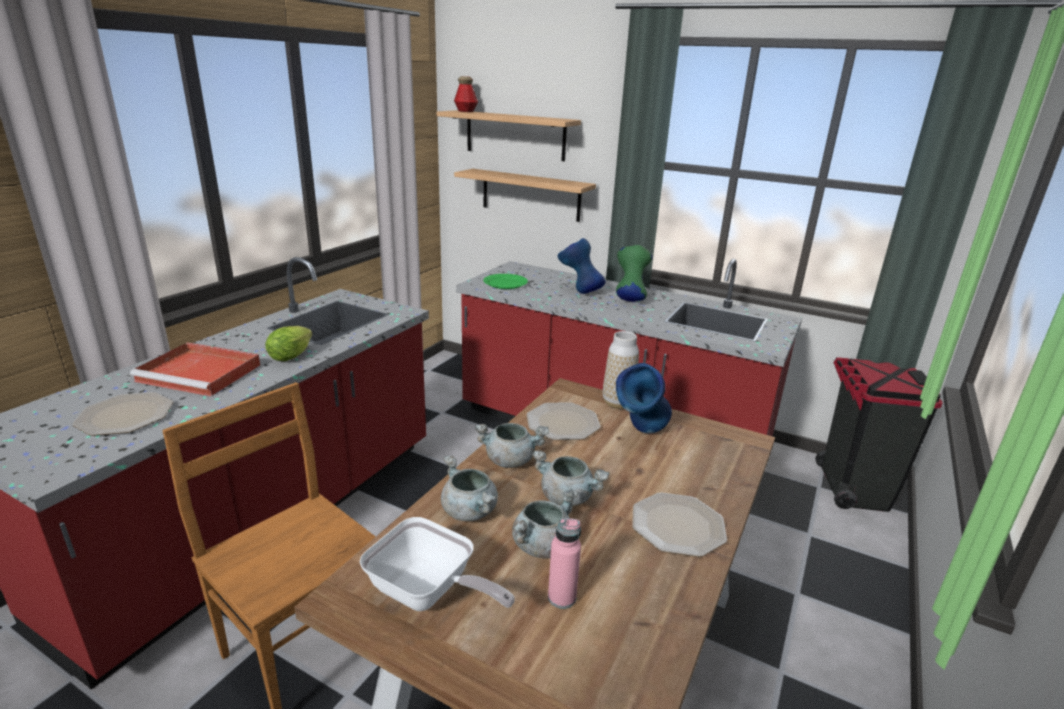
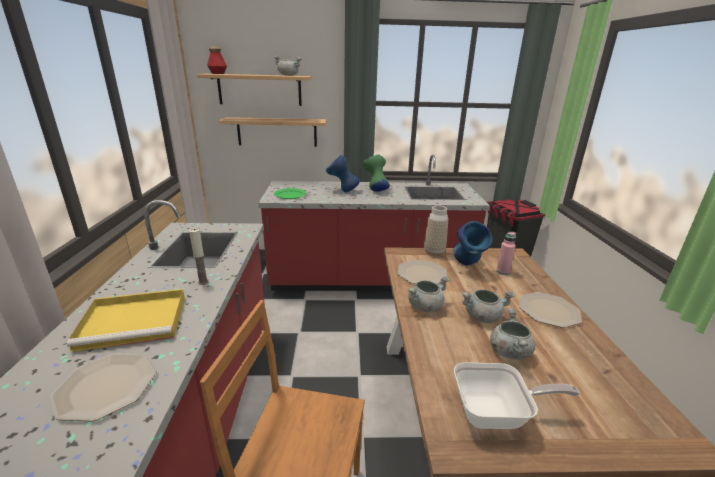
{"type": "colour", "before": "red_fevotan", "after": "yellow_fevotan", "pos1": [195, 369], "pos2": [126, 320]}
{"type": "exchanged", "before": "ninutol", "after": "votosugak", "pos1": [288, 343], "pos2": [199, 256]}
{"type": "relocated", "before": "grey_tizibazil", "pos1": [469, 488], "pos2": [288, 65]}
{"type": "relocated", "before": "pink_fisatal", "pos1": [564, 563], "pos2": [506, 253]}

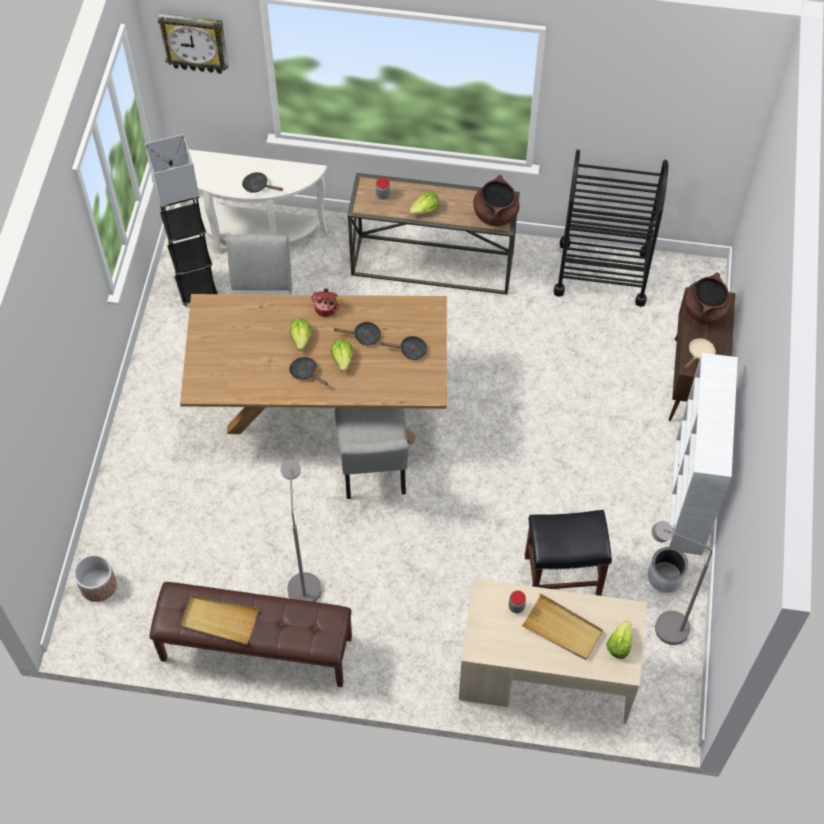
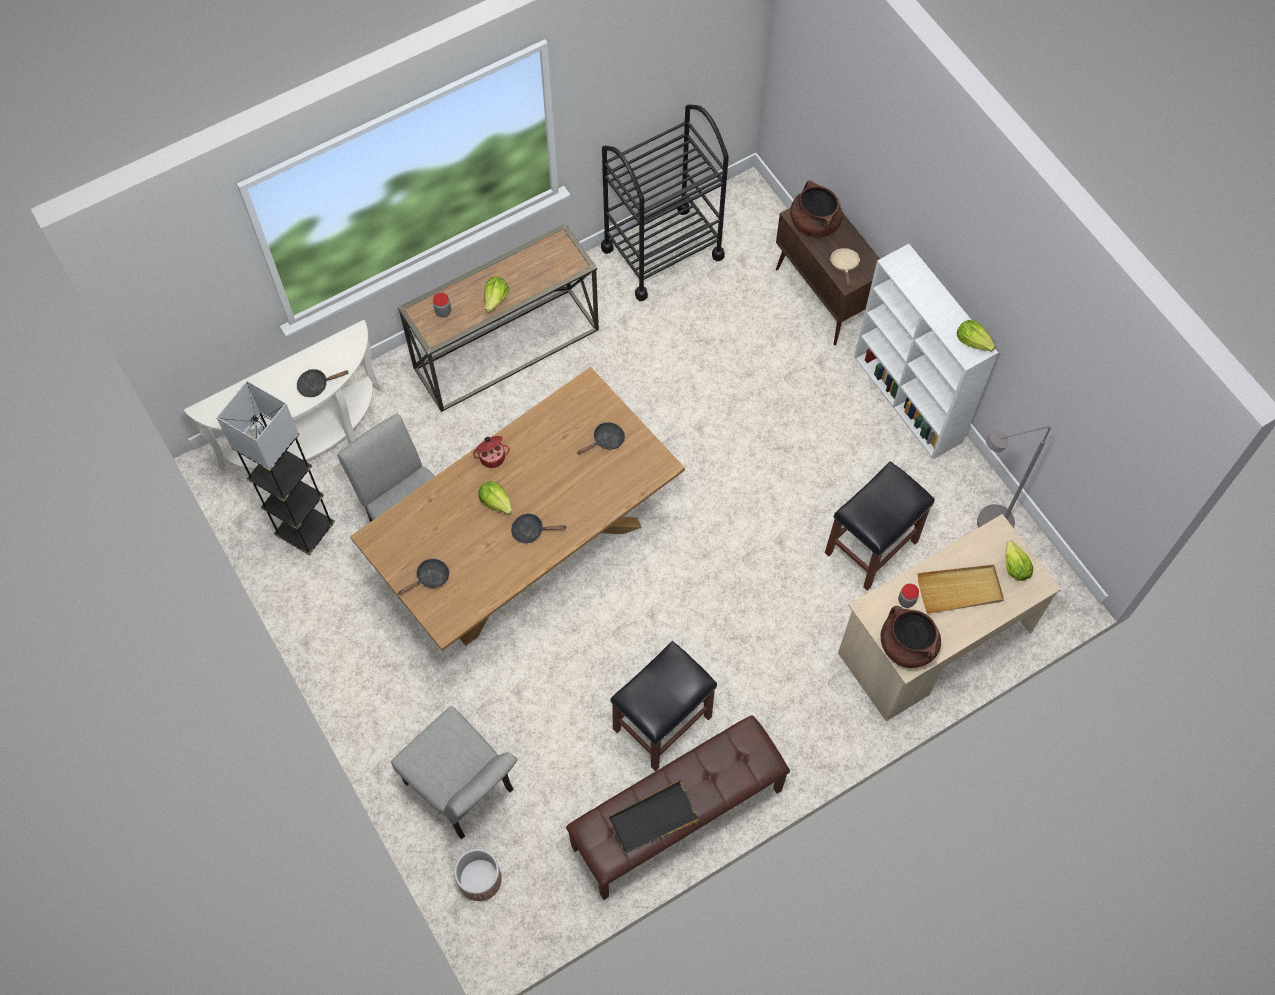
{"type": "missing", "before": "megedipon", "pos1": [193, 43]}
{"type": "colour", "before": "beige_fevotan", "after": "black_fevotan", "pos1": [219, 619], "pos2": [654, 817]}
{"type": "exchanged", "before": "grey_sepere", "after": "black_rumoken", "pos1": [301, 530], "pos2": [663, 706]}
{"type": "relocated", "before": "ninutol", "pos1": [342, 355], "pos2": [976, 336]}
{"type": "relocated", "before": "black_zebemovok", "pos1": [357, 334], "pos2": [424, 577]}
{"type": "relocated", "before": "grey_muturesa", "pos1": [372, 453], "pos2": [454, 772]}
{"type": "relocated", "before": "brown_tizibazil", "pos1": [496, 200], "pos2": [911, 637]}
{"type": "missing", "before": "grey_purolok", "pos1": [668, 570]}

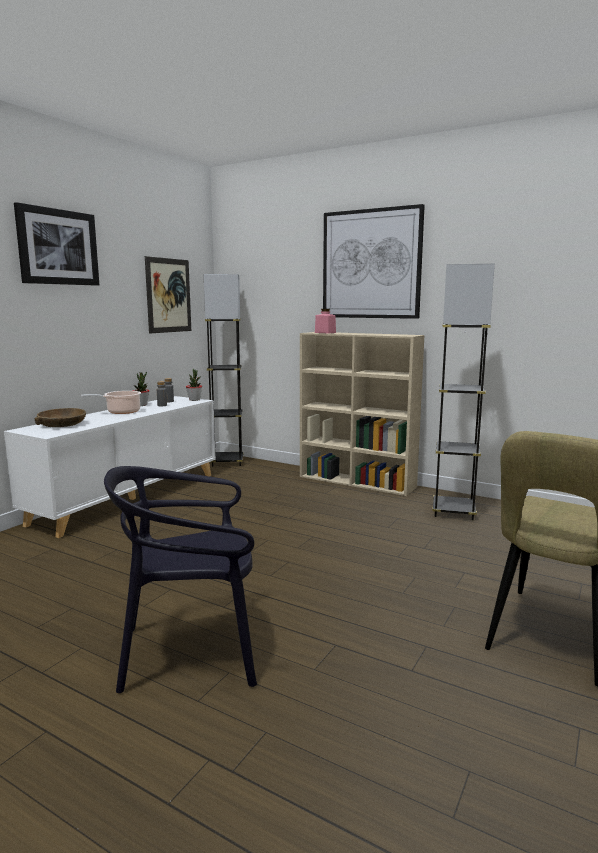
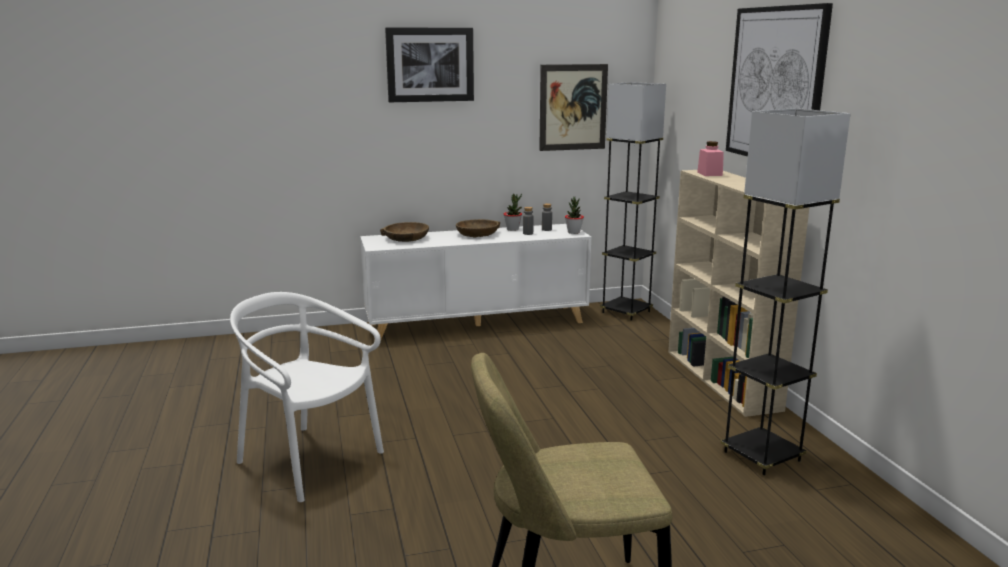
{"type": "exchanged", "before": "tizibazil", "after": "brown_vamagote", "pos1": [111, 402], "pos2": [478, 228]}
{"type": "colour", "before": "black_muturesa", "after": "white_muturesa", "pos1": [180, 579], "pos2": [307, 397]}

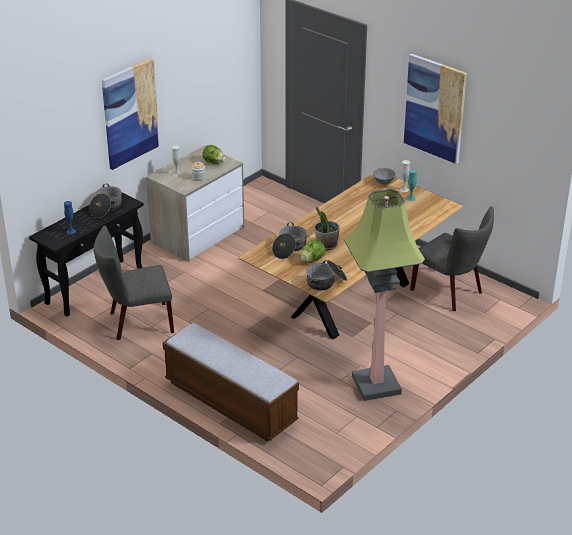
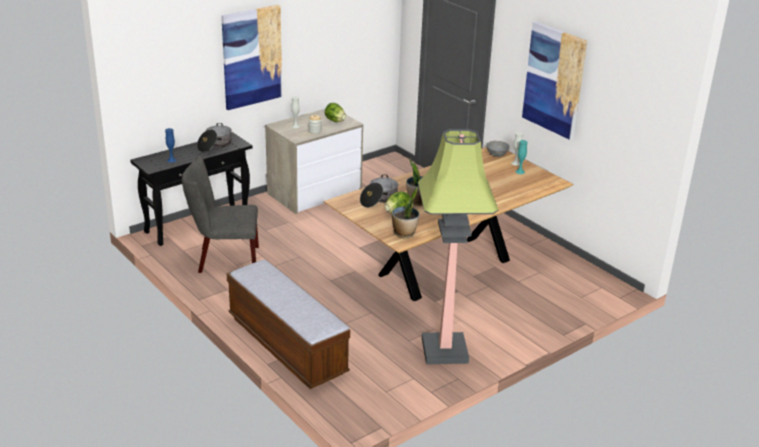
{"type": "exchanged", "before": "tizibazil", "after": "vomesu", "pos1": [326, 275], "pos2": [405, 212]}
{"type": "missing", "before": "grey_muturesa", "pos1": [452, 258]}

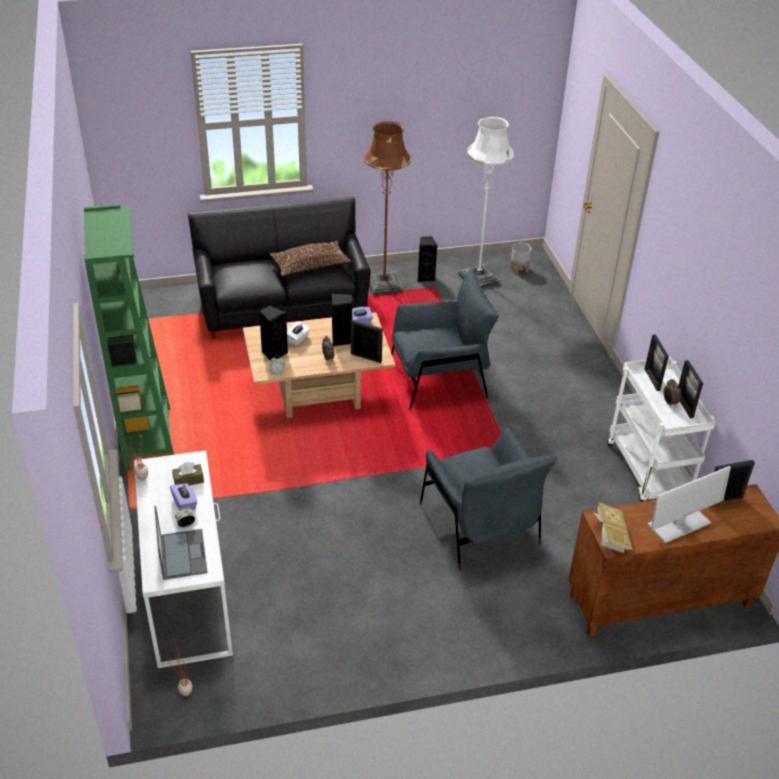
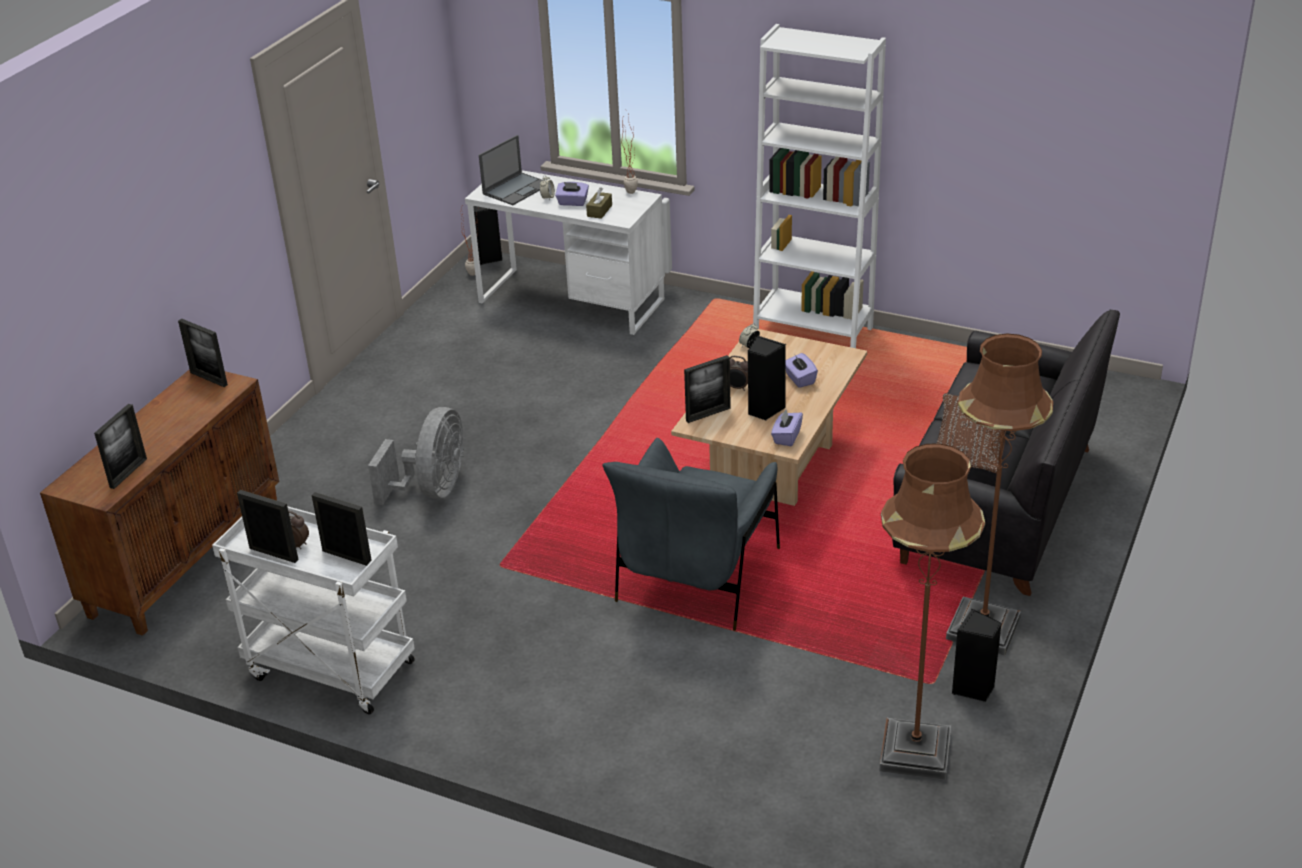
{"type": "colour", "before": "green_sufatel", "after": "white_sufatel", "pos1": [129, 337], "pos2": [819, 186]}
{"type": "spun", "before": "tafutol", "pos1": [181, 543], "pos2": [511, 170], "turn": -75}
{"type": "relocated", "before": "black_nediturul", "pos1": [273, 332], "pos2": [488, 235]}
{"type": "colour", "before": "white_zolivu", "after": "purple_zolivu", "pos1": [298, 333], "pos2": [801, 370]}
{"type": "exchanged", "before": "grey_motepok", "after": "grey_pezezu", "pos1": [488, 499], "pos2": [416, 456]}
{"type": "colour", "before": "white_sepere", "after": "brown_sepere", "pos1": [486, 202], "pos2": [932, 611]}
{"type": "missing", "before": "grey_purolok", "pos1": [521, 259]}
{"type": "exchanged", "before": "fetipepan", "after": "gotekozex", "pos1": [613, 527], "pos2": [203, 353]}
{"type": "missing", "before": "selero", "pos1": [689, 504]}

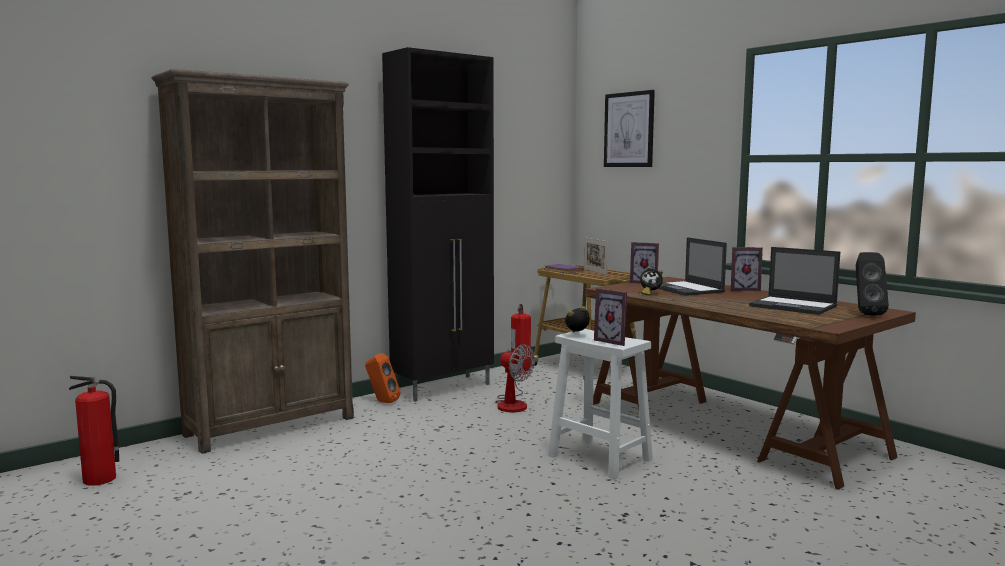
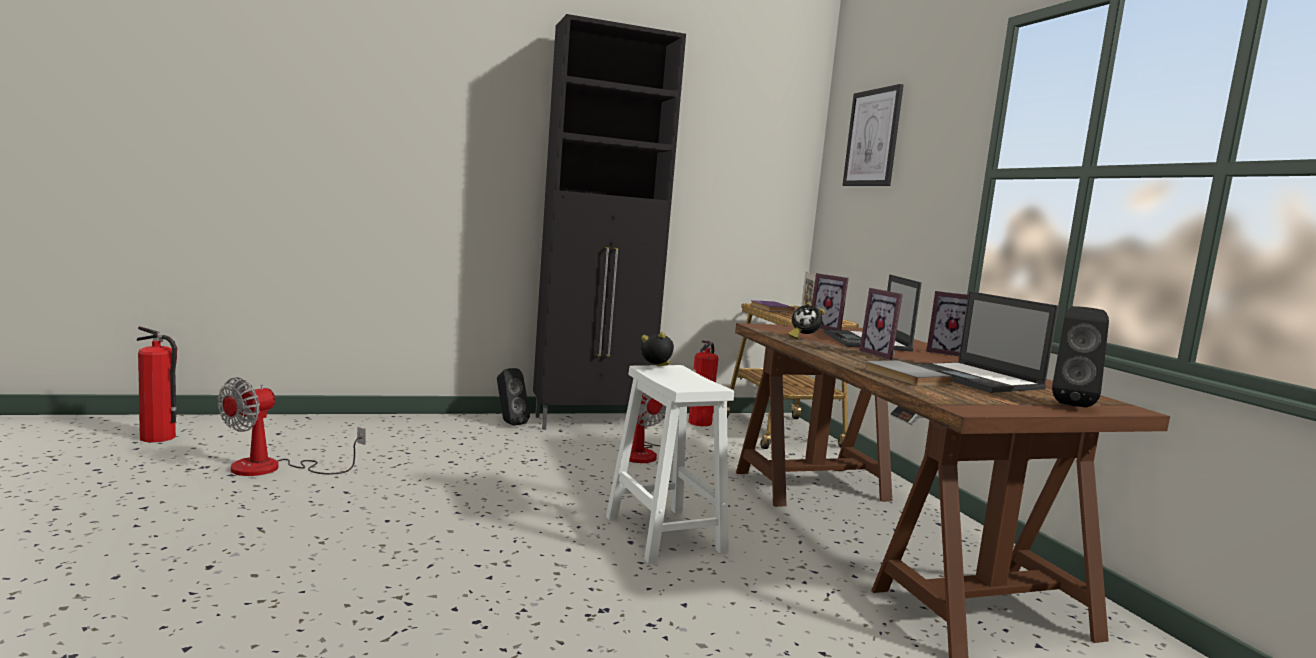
{"type": "missing", "before": "brown_sufatel", "pos1": [252, 261]}
{"type": "colour", "before": "orange_nediturul", "after": "black_nediturul", "pos1": [383, 378], "pos2": [513, 397]}
{"type": "relocated", "before": "gotekozex", "pos1": [610, 317], "pos2": [881, 324]}
{"type": "appeared", "after": "pezezu", "pos2": [292, 426]}
{"type": "appeared", "after": "grey_fetipepan", "pos2": [909, 373]}

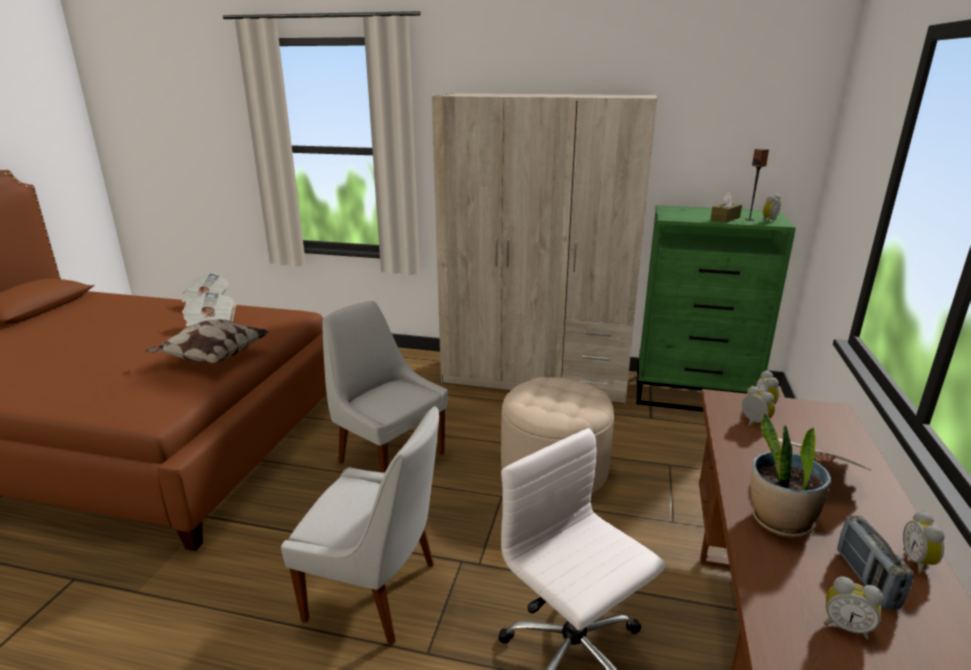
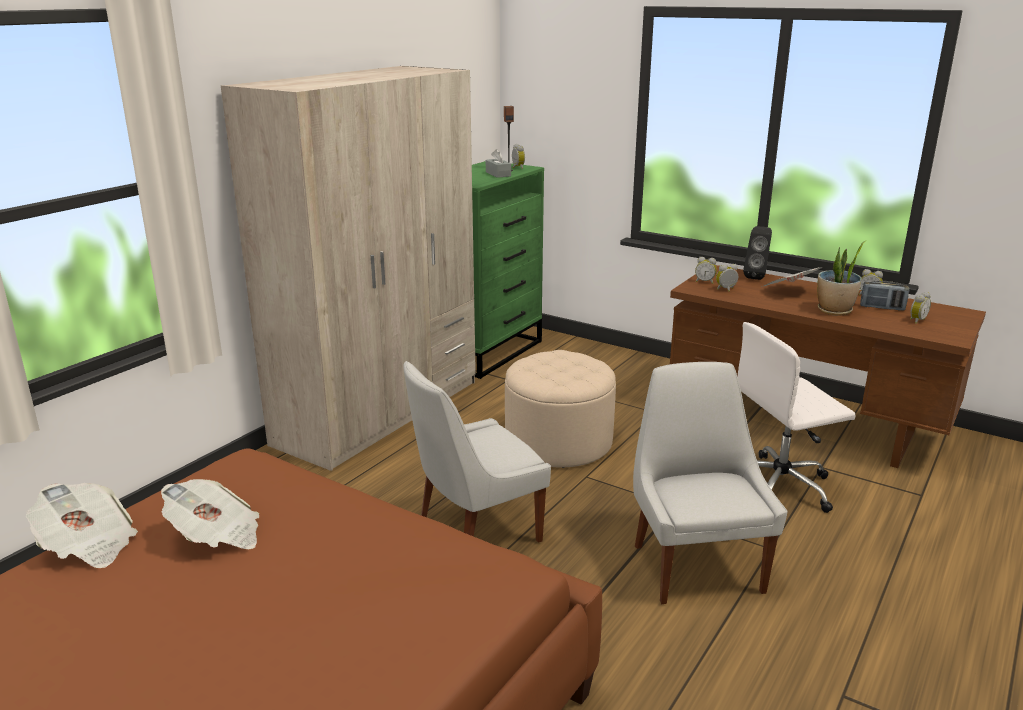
{"type": "missing", "before": "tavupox", "pos1": [207, 341]}
{"type": "spun", "before": "white_muturesa", "pos1": [360, 525], "pos2": [710, 483], "turn": -45}
{"type": "colour", "before": "brown_zolivu", "after": "grey_zolivu", "pos1": [726, 207], "pos2": [498, 163]}
{"type": "appeared", "after": "black_nediturul", "pos2": [757, 253]}

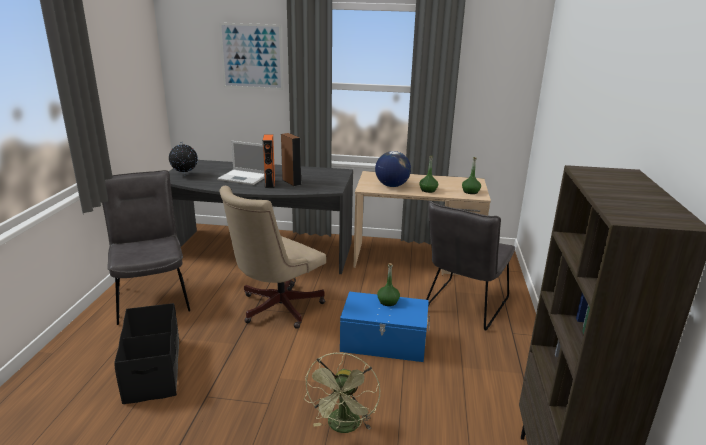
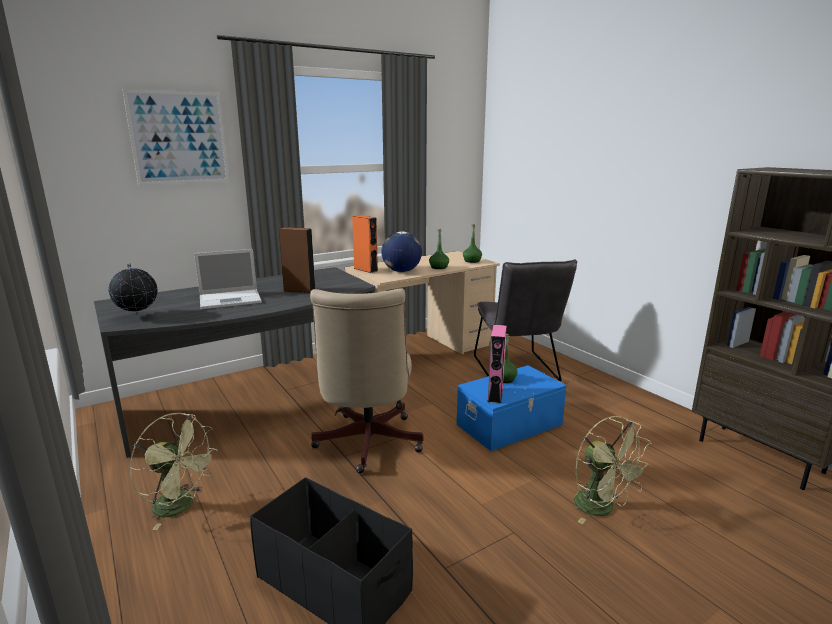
{"type": "exchanged", "before": "grey_muturesa", "after": "green_pezezu", "pos1": [146, 247], "pos2": [173, 471]}
{"type": "relocated", "before": "orange_nediturul", "pos1": [269, 161], "pos2": [365, 244]}
{"type": "appeared", "after": "pink_nediturul", "pos2": [497, 364]}

